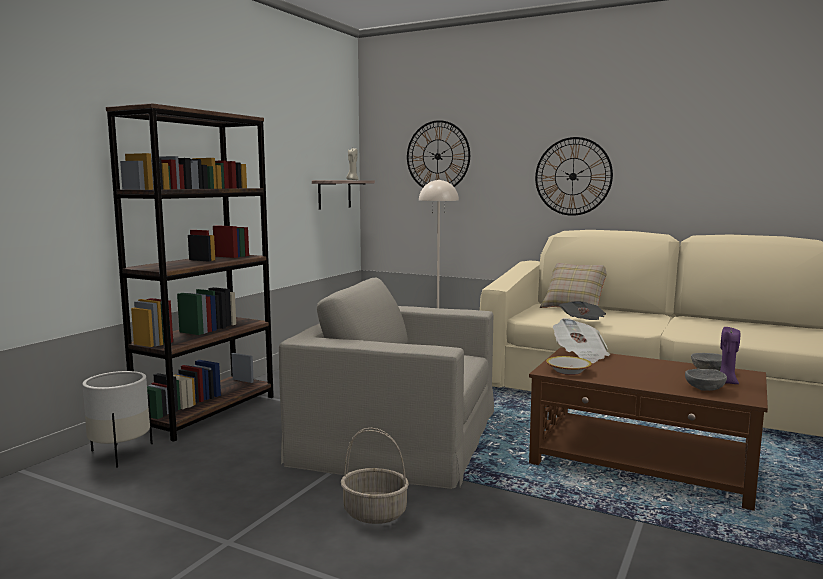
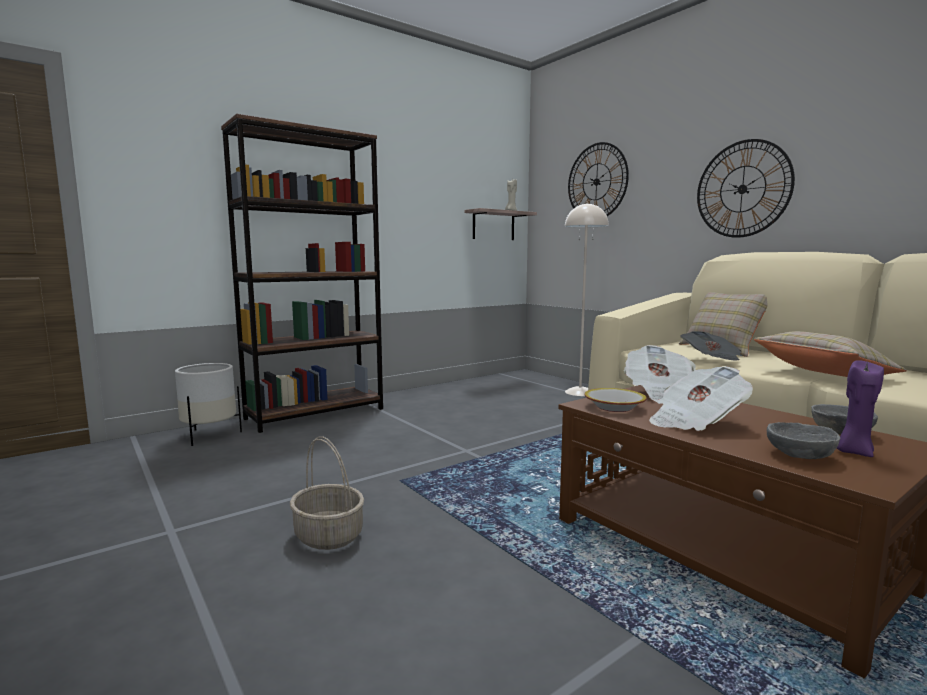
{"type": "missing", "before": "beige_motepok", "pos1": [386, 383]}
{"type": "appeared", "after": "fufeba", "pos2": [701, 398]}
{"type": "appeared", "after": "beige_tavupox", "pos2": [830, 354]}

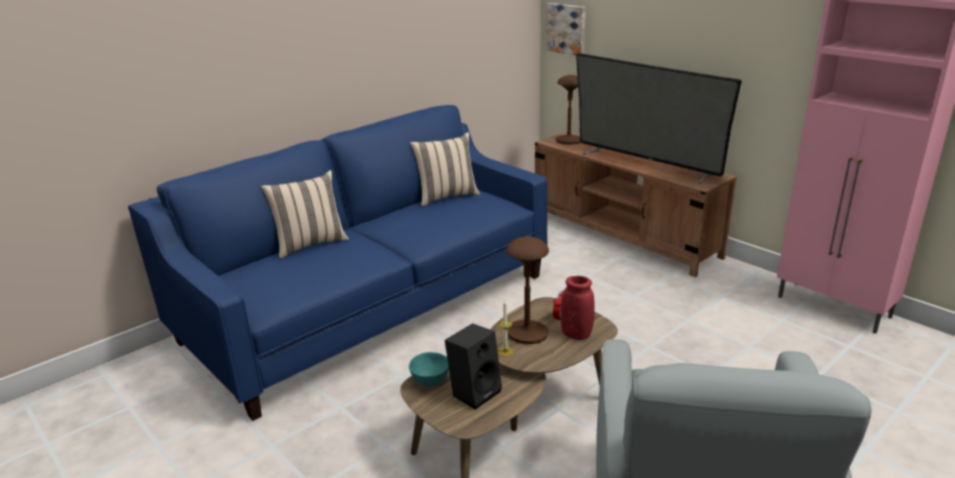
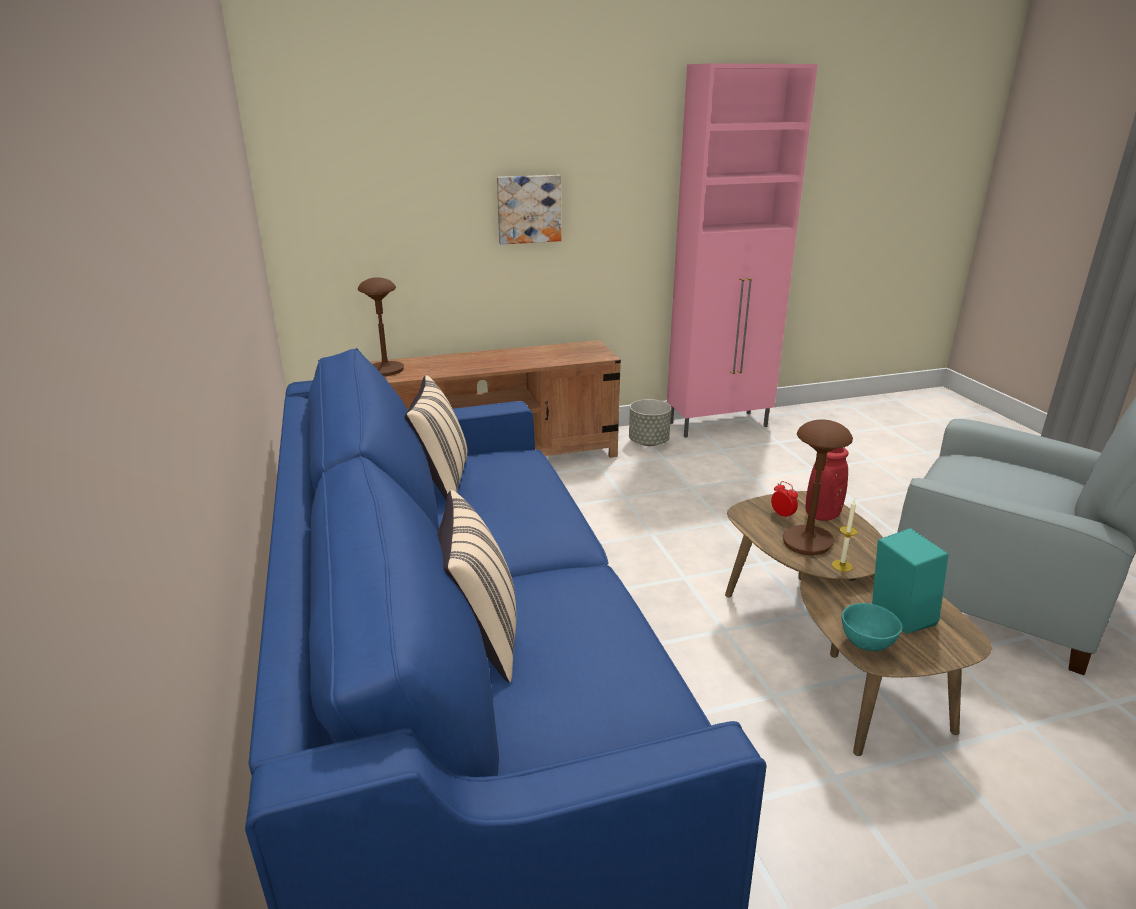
{"type": "colour", "before": "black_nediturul", "after": "turquoise_nediturul", "pos1": [473, 366], "pos2": [910, 581]}
{"type": "relocated", "before": "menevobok", "pos1": [566, 29], "pos2": [529, 210]}
{"type": "missing", "before": "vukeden", "pos1": [659, 118]}
{"type": "appeared", "after": "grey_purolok", "pos2": [650, 422]}

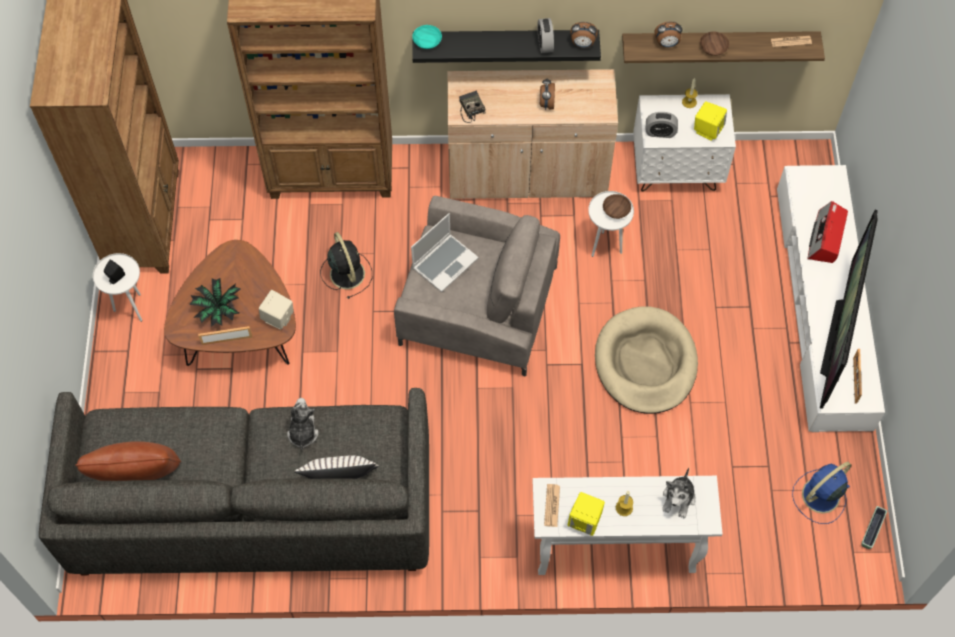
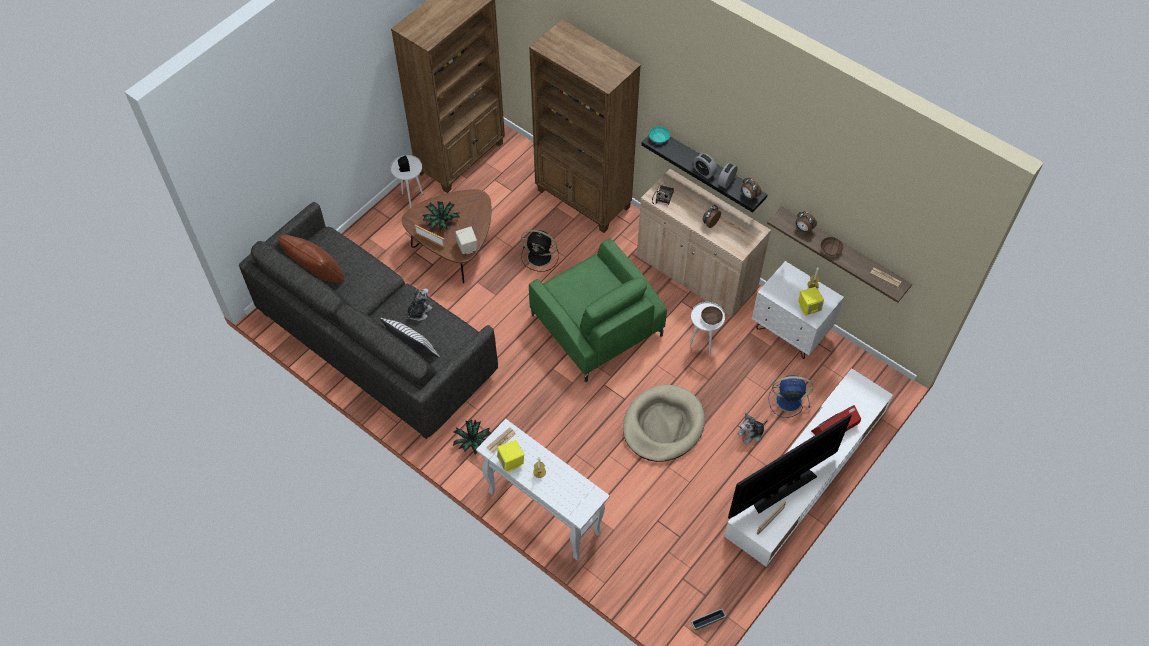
{"type": "spun", "before": "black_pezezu", "pos1": [346, 265], "pos2": [540, 251], "turn": 90}
{"type": "colour", "before": "grey_motepok", "after": "green_motepok", "pos1": [477, 286], "pos2": [598, 310]}
{"type": "missing", "before": "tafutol", "pos1": [445, 252]}
{"type": "relocated", "before": "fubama", "pos1": [662, 125], "pos2": [705, 166]}
{"type": "relocated", "before": "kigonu", "pos1": [678, 493], "pos2": [752, 429]}
{"type": "relocated", "before": "blue_pezezu", "pos1": [822, 493], "pos2": [790, 396]}
{"type": "appeared", "after": "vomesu", "pos2": [472, 437]}

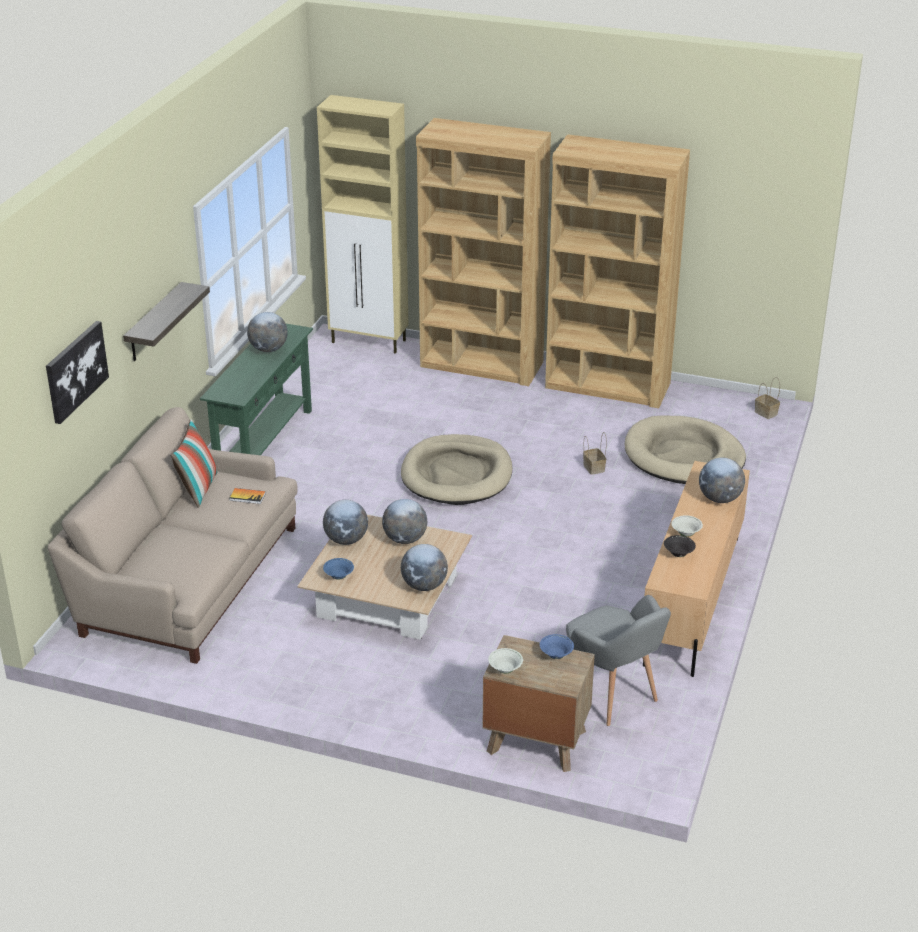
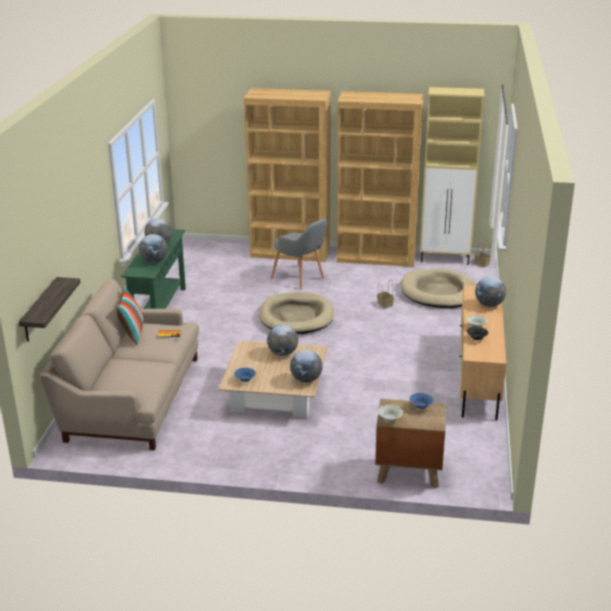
{"type": "missing", "before": "menevobok", "pos1": [77, 372]}
{"type": "relocated", "before": "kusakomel", "pos1": [166, 321], "pos2": [49, 309]}
{"type": "relocated", "before": "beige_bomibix", "pos1": [362, 224], "pos2": [452, 176]}
{"type": "relocated", "before": "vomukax", "pos1": [345, 522], "pos2": [153, 248]}
{"type": "relocated", "before": "grey_motepok", "pos1": [618, 660], "pos2": [299, 253]}

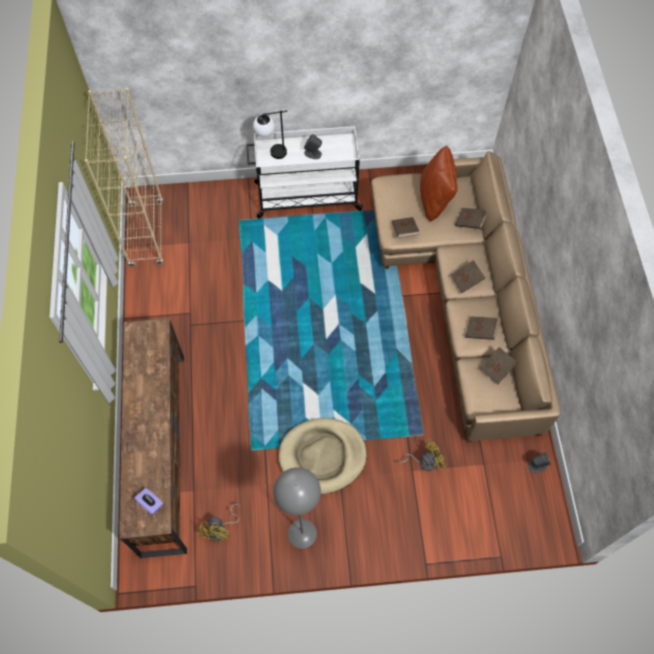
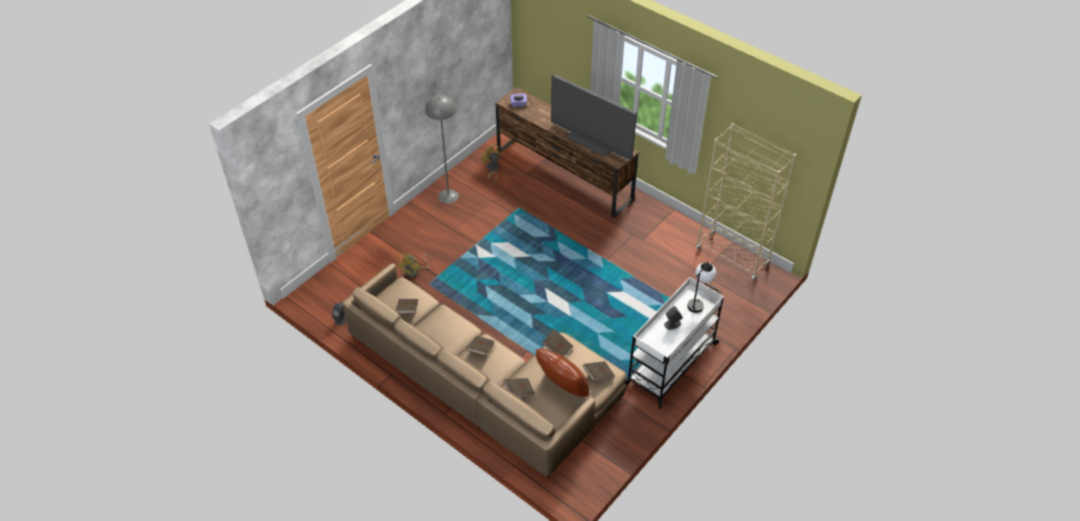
{"type": "missing", "before": "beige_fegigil", "pos1": [323, 456]}
{"type": "relocated", "before": "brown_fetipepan", "pos1": [482, 328], "pos2": [599, 371]}
{"type": "appeared", "after": "vukeden", "pos2": [594, 118]}

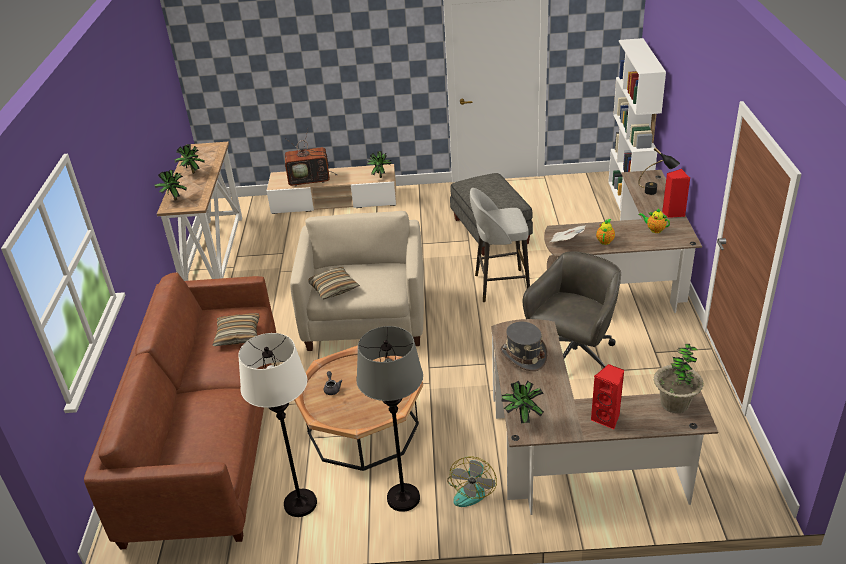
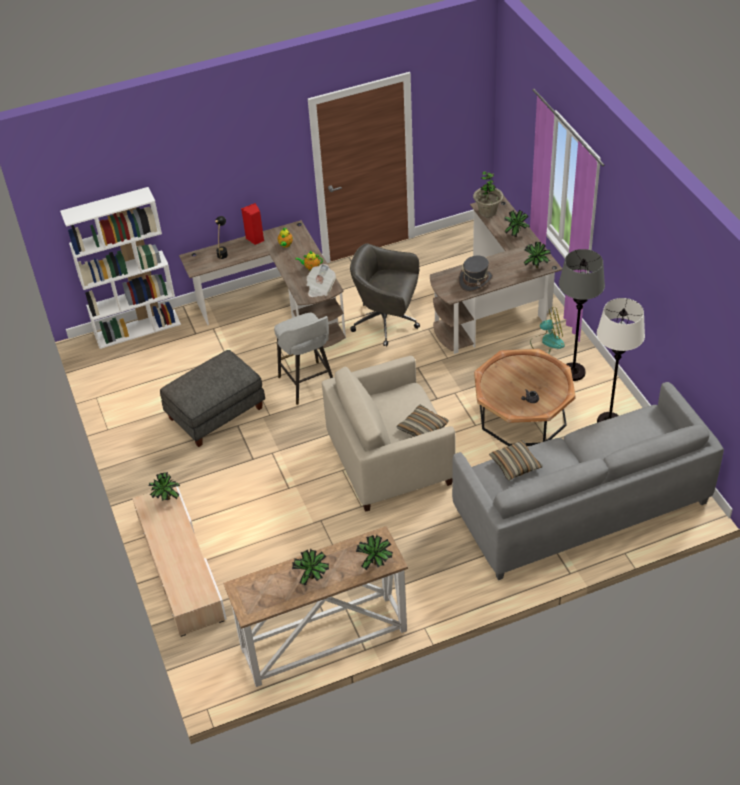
{"type": "colour", "before": "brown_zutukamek", "after": "grey_zutukamek", "pos1": [180, 411], "pos2": [588, 481]}
{"type": "missing", "before": "vukeden", "pos1": [311, 158]}
{"type": "exchanged", "before": "red_nediturul", "after": "vomesu", "pos1": [607, 396], "pos2": [517, 223]}

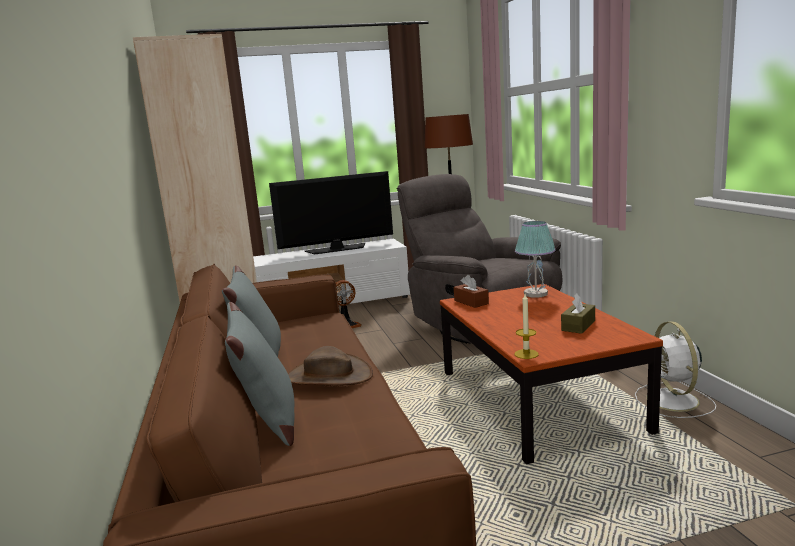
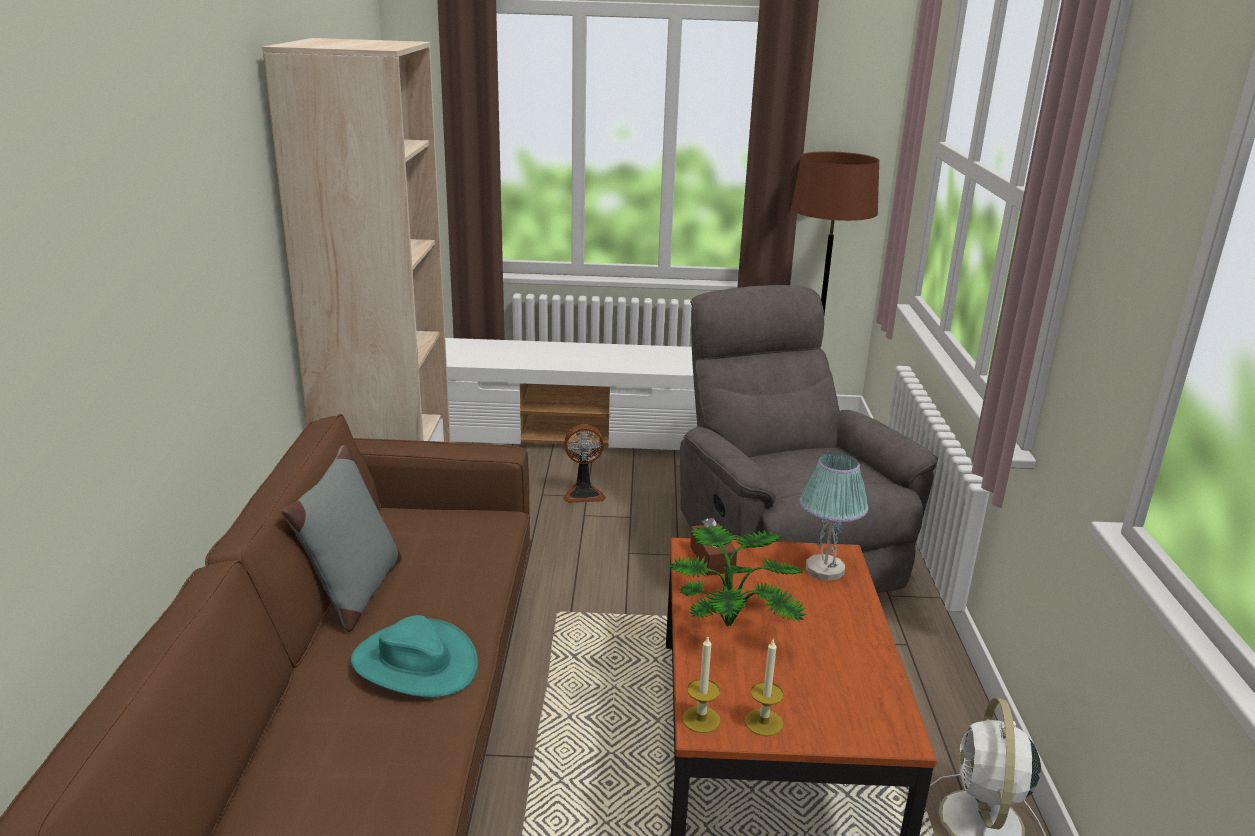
{"type": "missing", "before": "grey_tavupox", "pos1": [259, 374]}
{"type": "missing", "before": "vukeden", "pos1": [331, 213]}
{"type": "colour", "before": "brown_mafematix", "after": "turquoise_mafematix", "pos1": [330, 365], "pos2": [414, 656]}
{"type": "missing", "before": "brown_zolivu", "pos1": [578, 314]}
{"type": "appeared", "after": "vomesu", "pos2": [737, 576]}
{"type": "appeared", "after": "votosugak", "pos2": [764, 688]}

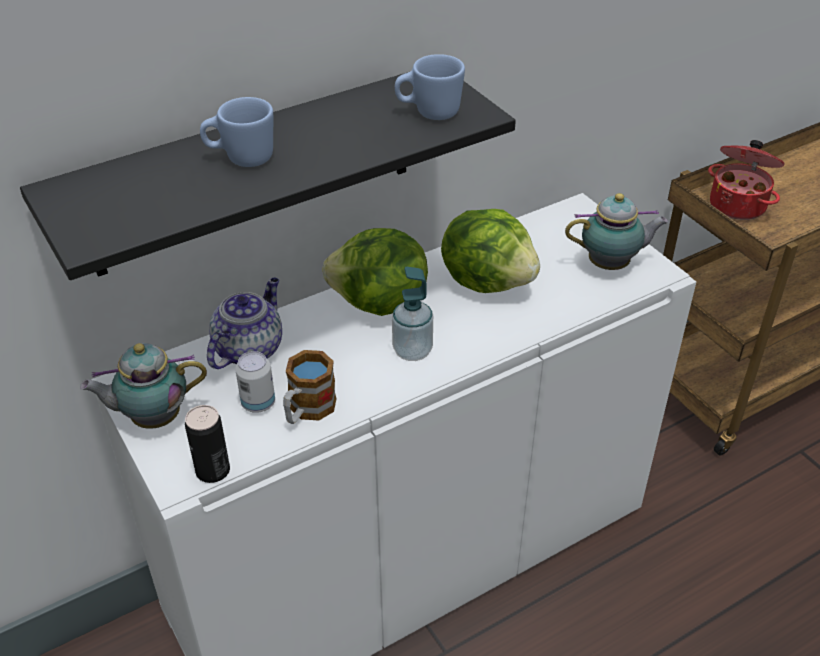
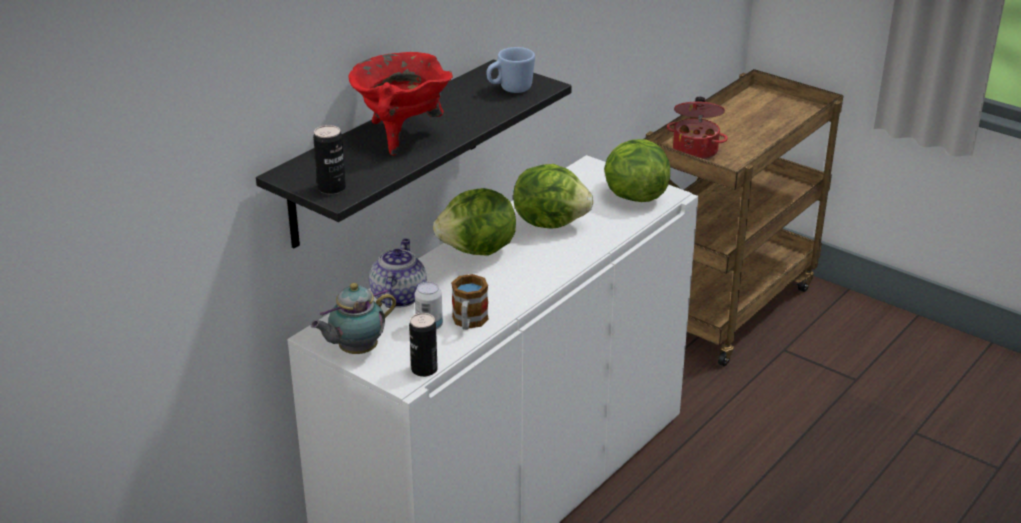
{"type": "exchanged", "before": "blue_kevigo", "after": "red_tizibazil", "pos1": [236, 132], "pos2": [400, 104]}
{"type": "missing", "before": "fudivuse", "pos1": [412, 314]}
{"type": "exchanged", "before": "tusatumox", "after": "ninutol", "pos1": [616, 231], "pos2": [637, 170]}
{"type": "appeared", "after": "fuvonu", "pos2": [329, 160]}

